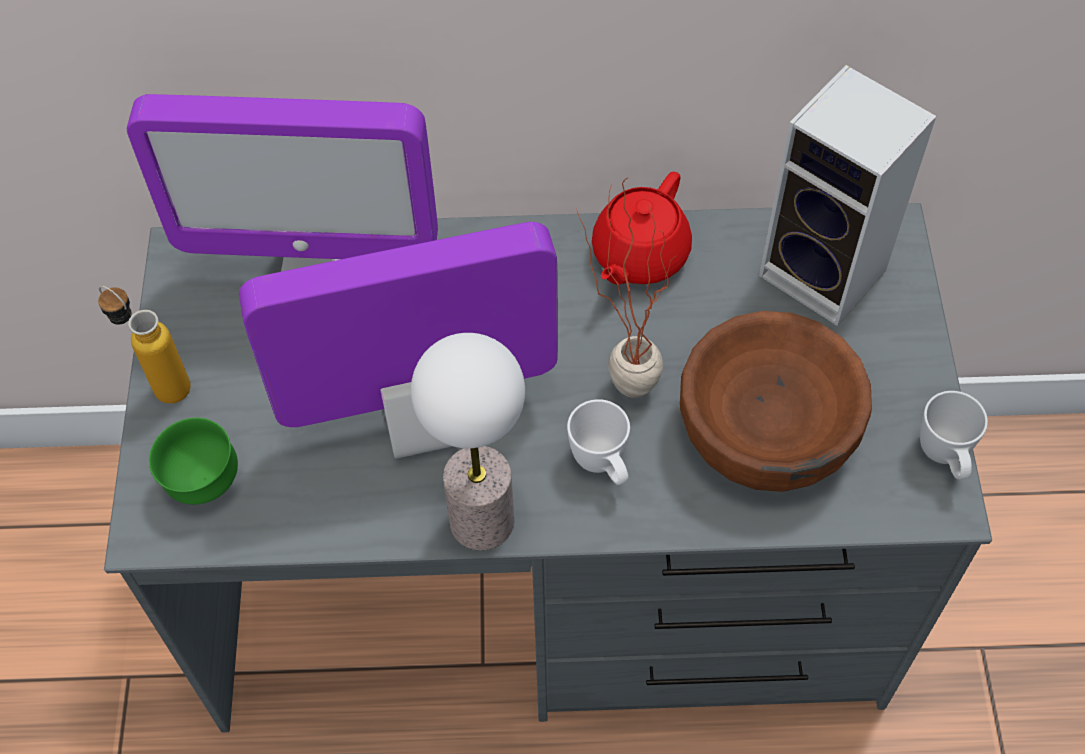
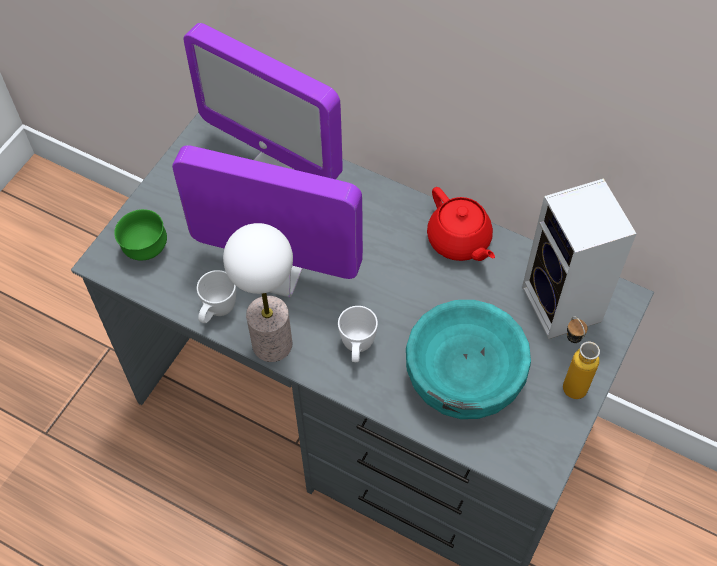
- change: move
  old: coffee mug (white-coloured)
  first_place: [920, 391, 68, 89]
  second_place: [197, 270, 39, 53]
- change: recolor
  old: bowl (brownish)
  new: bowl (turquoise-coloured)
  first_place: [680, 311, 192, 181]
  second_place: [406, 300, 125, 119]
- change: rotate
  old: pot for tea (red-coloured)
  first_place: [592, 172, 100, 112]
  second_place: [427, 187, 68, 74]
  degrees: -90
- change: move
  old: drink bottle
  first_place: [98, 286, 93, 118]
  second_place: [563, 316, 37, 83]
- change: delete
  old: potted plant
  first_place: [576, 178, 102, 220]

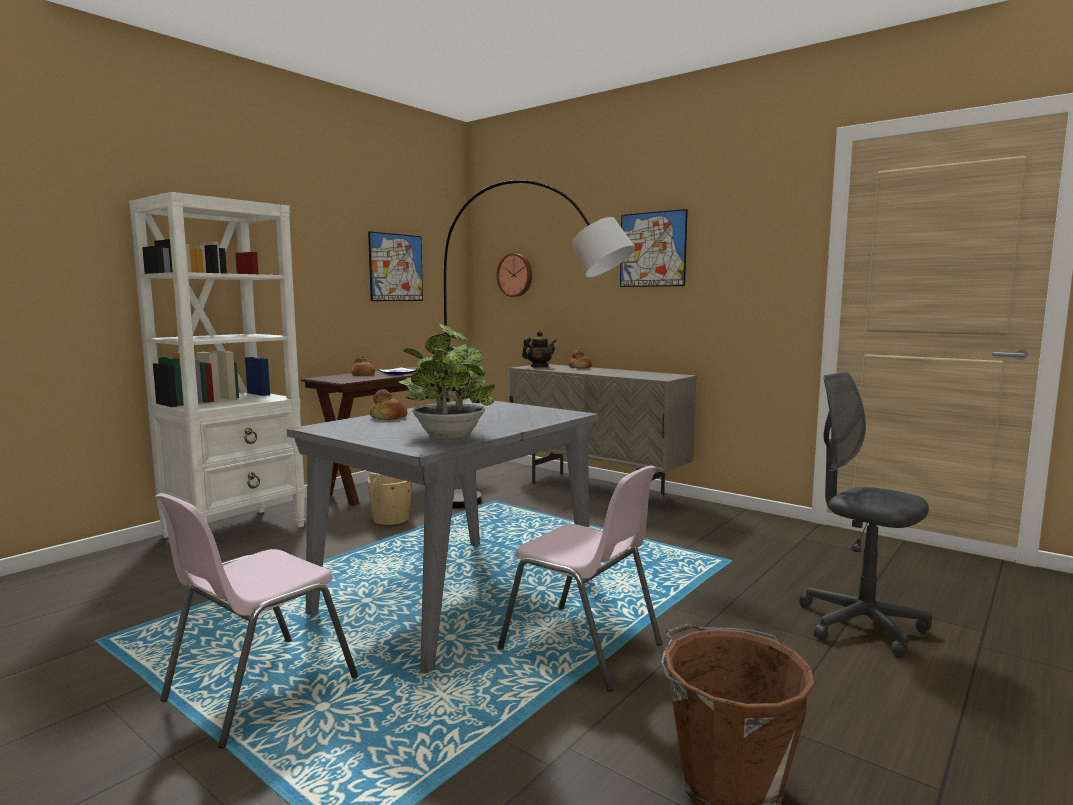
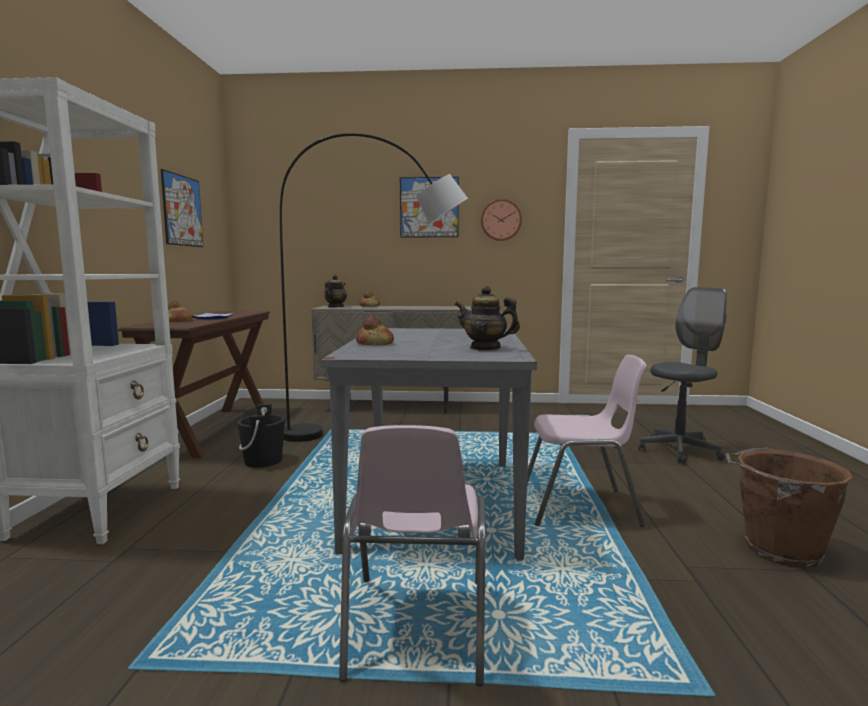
- change: recolor
  old: pail (sand-coloured)
  new: pail (black-coloured)
  first_place: [367, 472, 45, 53]
  second_place: [237, 404, 48, 64]
- change: replace
  old: potted plant
  new: pot for tea
  first_place: [399, 323, 96, 117]
  second_place: [455, 286, 65, 64]
- change: move
  old: wall clock
  first_place: [496, 253, 36, 44]
  second_place: [481, 199, 41, 42]
- change: rotate
  old: desk chair (grey)
  first_place: [799, 372, 133, 286]
  second_place: [639, 287, 88, 177]
  degrees: 135

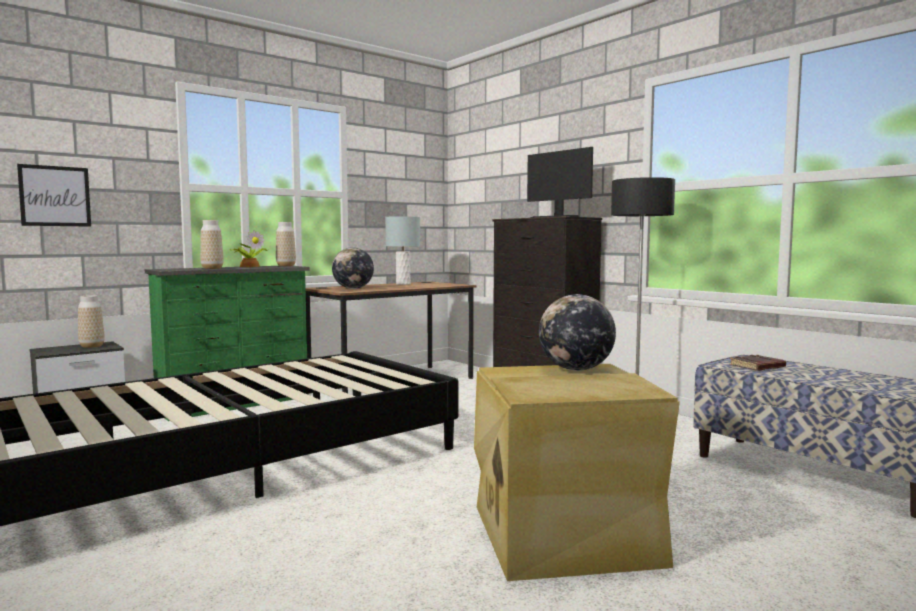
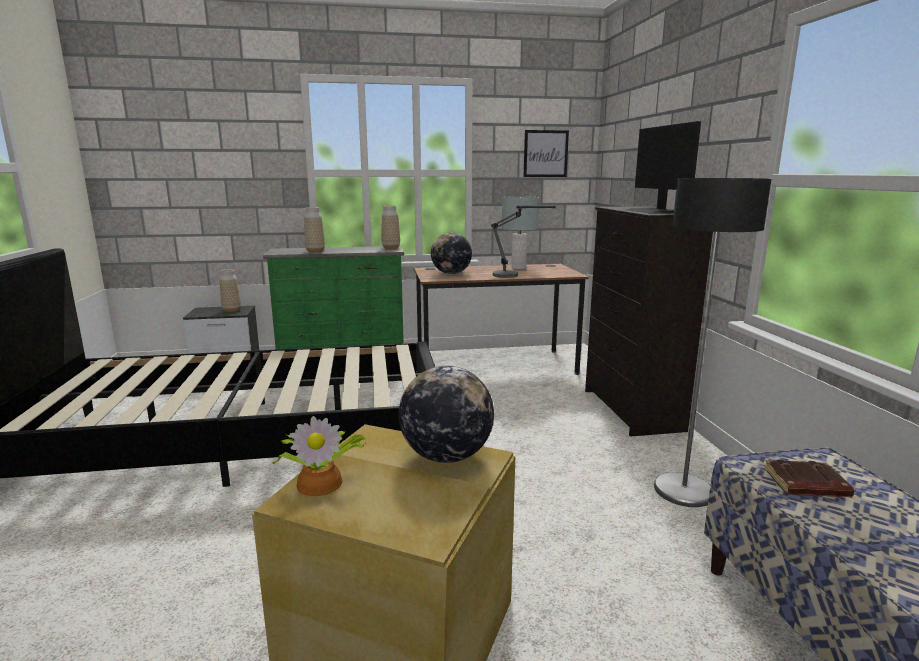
- change: move
  old: potted plant
  first_place: [231, 230, 37, 37]
  second_place: [273, 416, 94, 80]
- change: insert
  new: lamp for a table
  second_place: [491, 205, 65, 73]
- change: move
  old: wall art
  first_place: [17, 164, 74, 63]
  second_place: [523, 130, 46, 47]

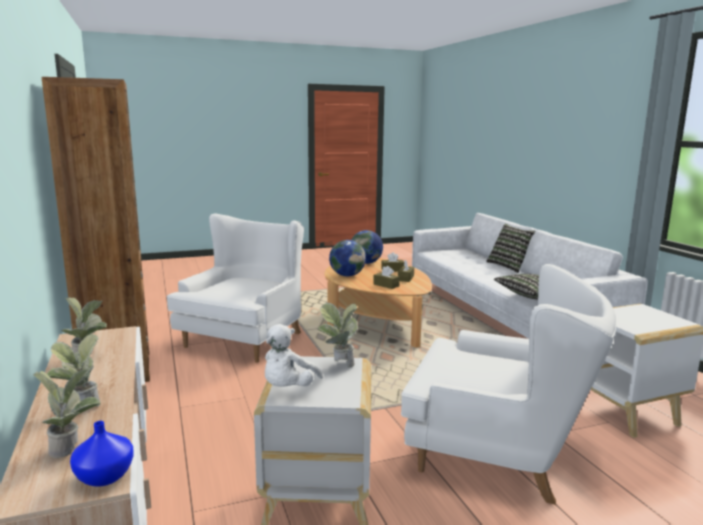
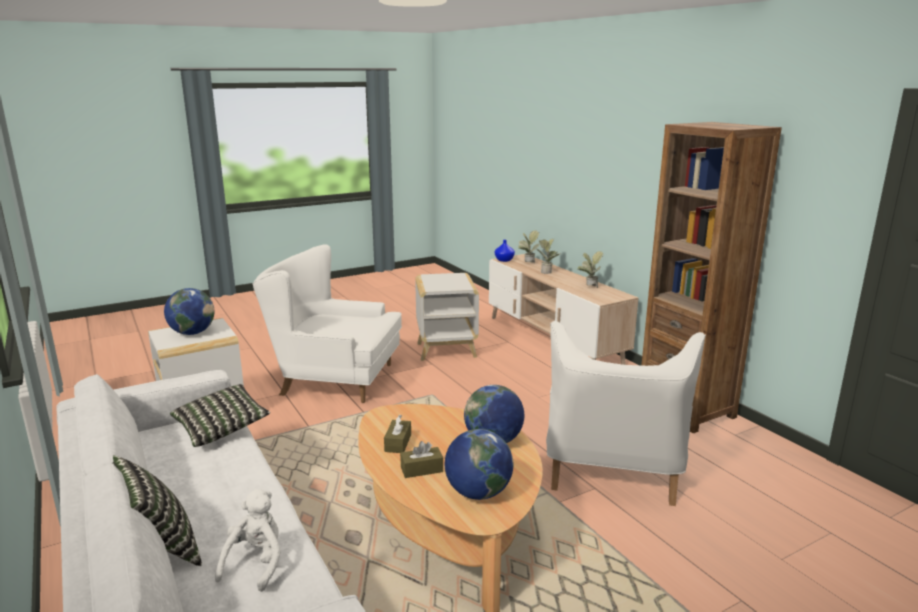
- change: insert
  new: world globe
  second_place: [164, 288, 51, 47]
- change: move
  old: plush toy (white-coloured)
  first_place: [265, 324, 58, 63]
  second_place: [215, 489, 66, 103]
- change: delete
  old: potted plant
  first_place: [318, 303, 40, 65]
- change: delete
  old: tissue box (brownish)
  first_place: [373, 266, 27, 23]

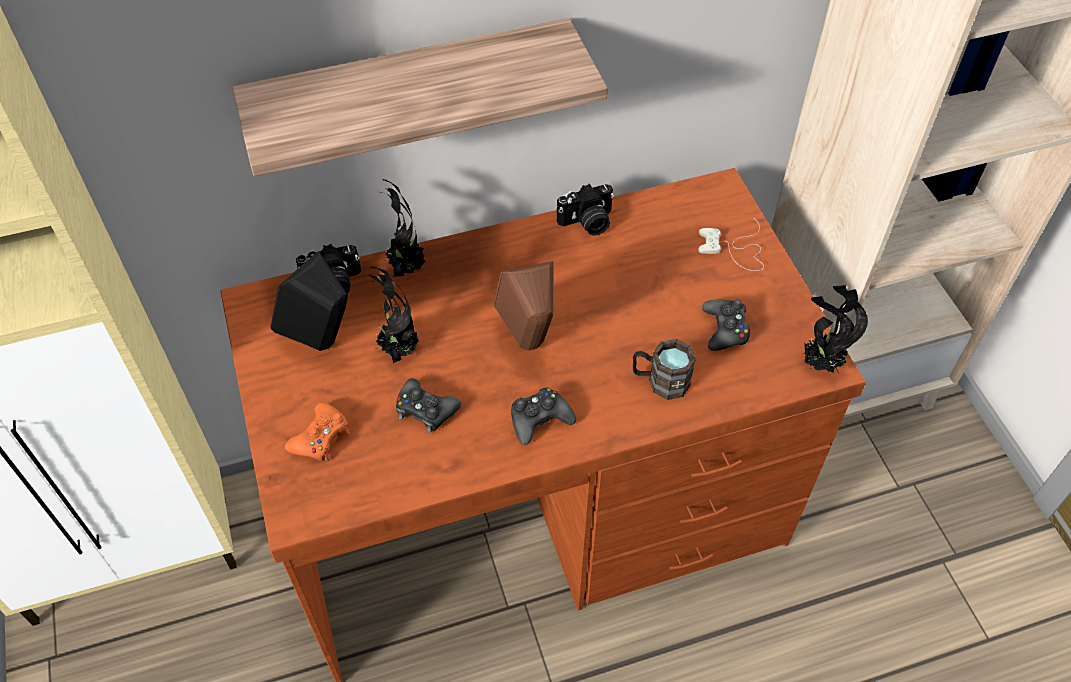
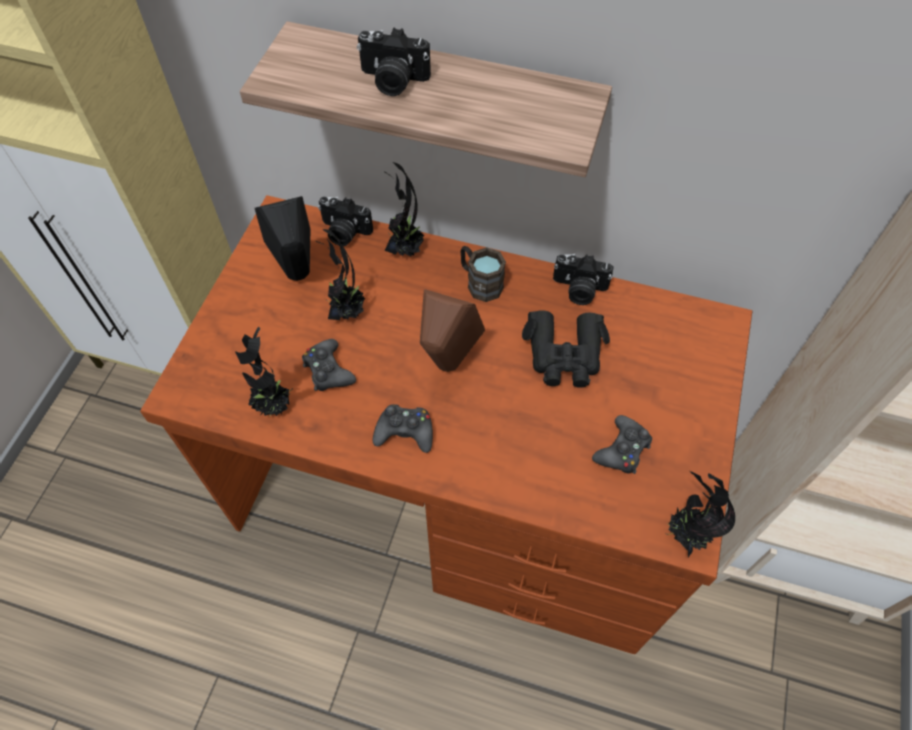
- change: insert
  new: potted plant
  second_place: [235, 327, 58, 89]
- change: insert
  new: photo camera
  second_place: [357, 28, 74, 68]
- change: move
  old: coffee mug (brownish)
  first_place: [633, 339, 63, 61]
  second_place: [460, 246, 46, 56]
- change: insert
  new: field glasses (black-coloured)
  second_place: [522, 310, 88, 78]
- change: delete
  old: game controller (orangey)
  first_place: [285, 402, 65, 59]
- change: delete
  old: game controller (white-coloured)
  first_place: [698, 218, 66, 53]

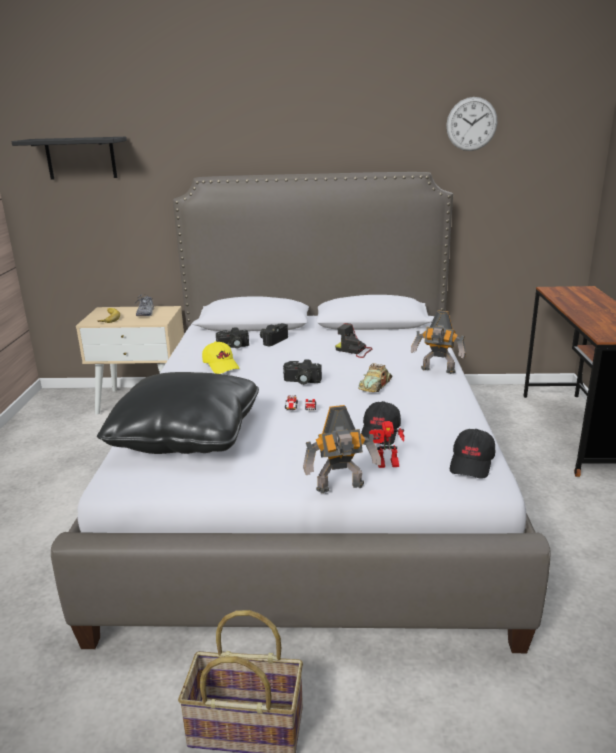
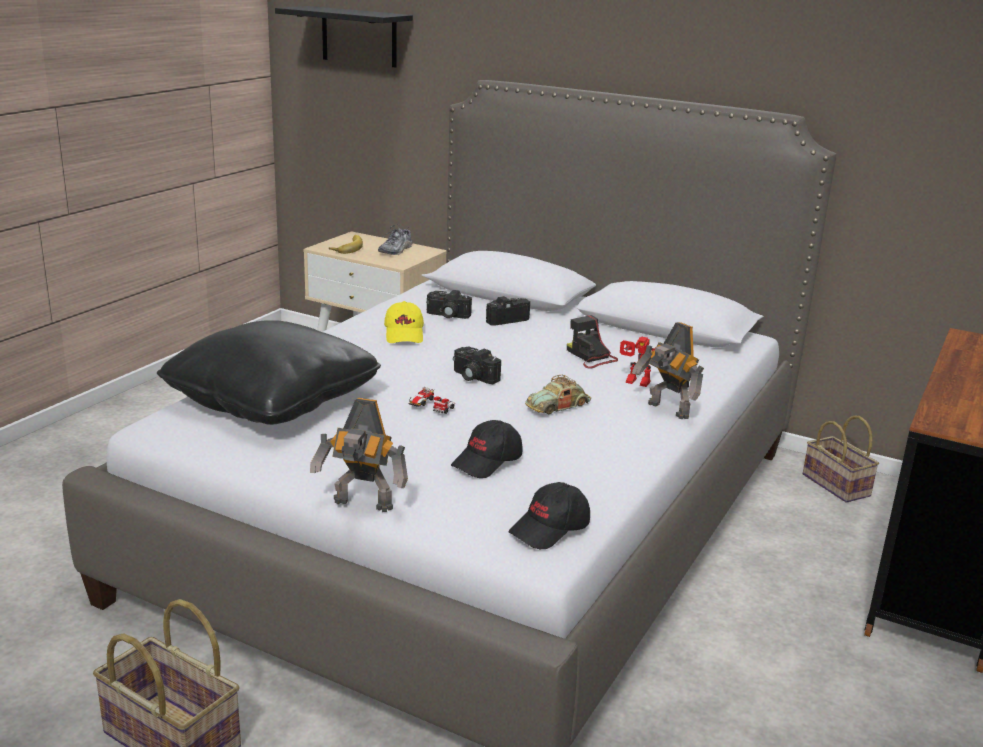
- change: move
  old: robot figure
  first_place: [369, 421, 35, 47]
  second_place: [620, 337, 36, 50]
- change: insert
  new: basket
  second_place: [803, 415, 76, 88]
- change: delete
  old: wall clock
  first_place: [446, 97, 51, 54]

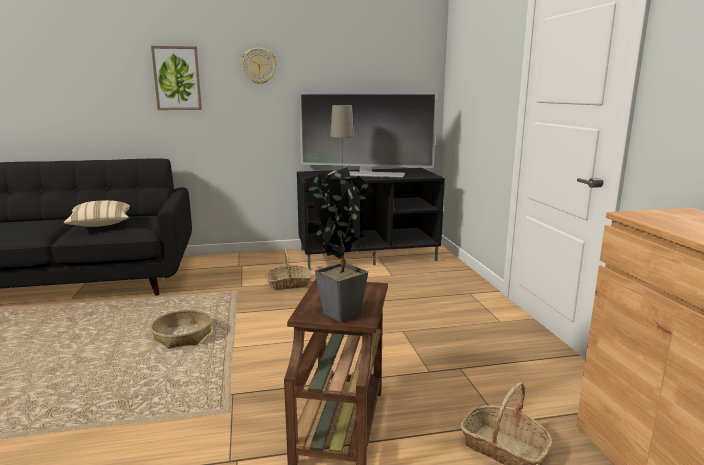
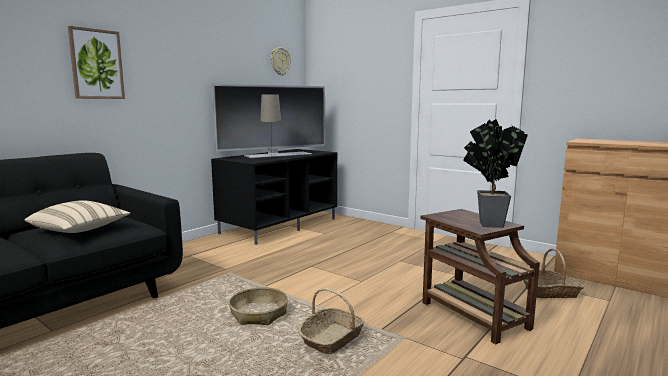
- change: move
  old: wall clock
  first_place: [241, 48, 36, 37]
  second_place: [271, 47, 20, 29]
- change: move
  old: basket
  first_place: [265, 247, 47, 43]
  second_place: [298, 288, 67, 66]

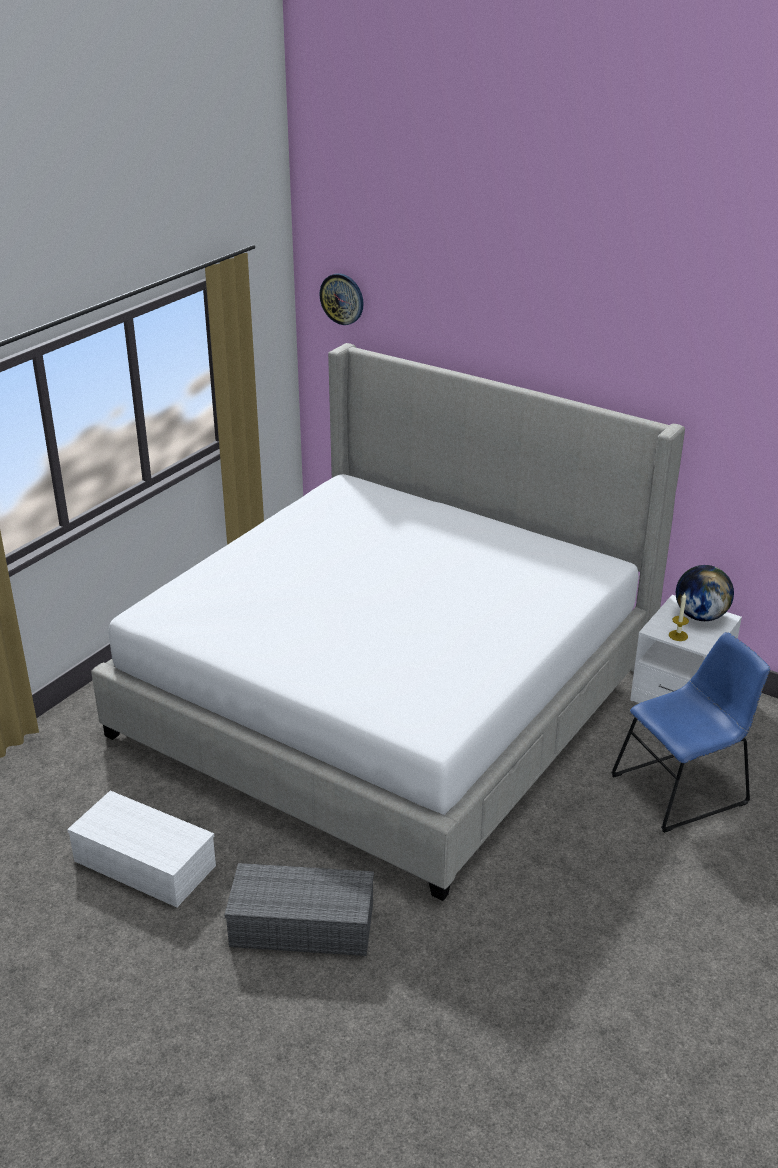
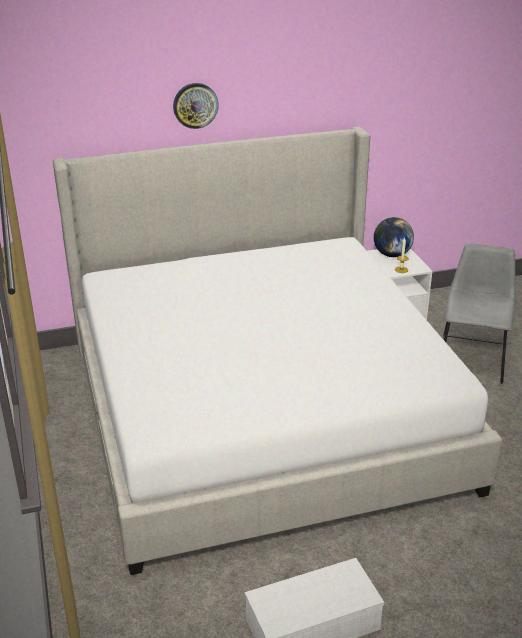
- change: move
  old: wall clock
  first_place: [319, 273, 45, 52]
  second_place: [173, 83, 46, 46]
- change: recolor
  old: chair (blue-coloured)
  new: chair (grey)
  first_place: [611, 632, 159, 201]
  second_place: [443, 243, 73, 141]
- change: delete
  old: storage container (grey)
  first_place: [225, 863, 149, 93]

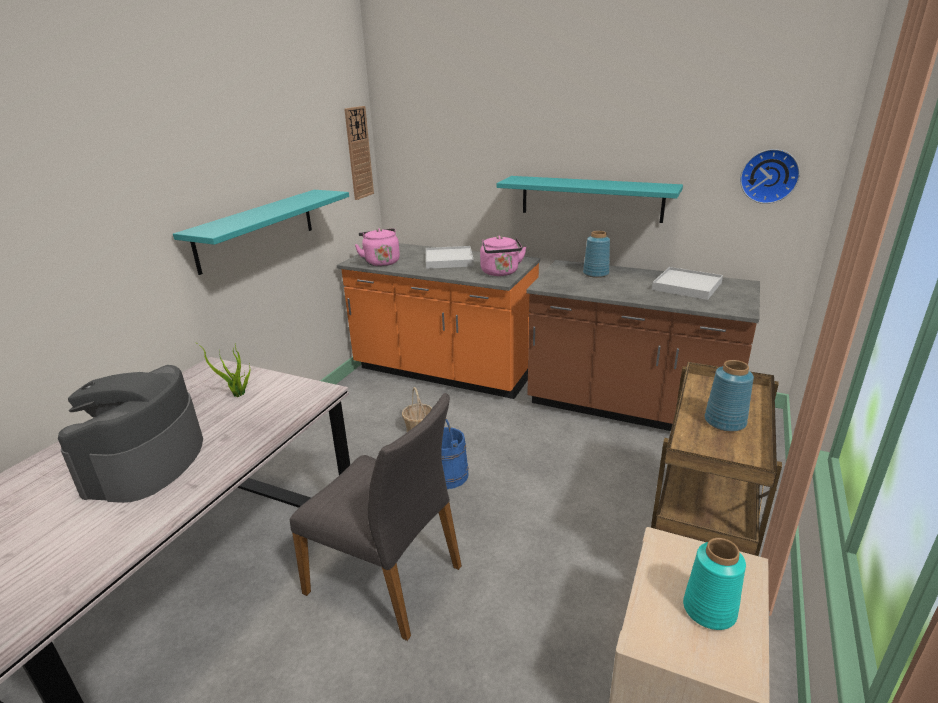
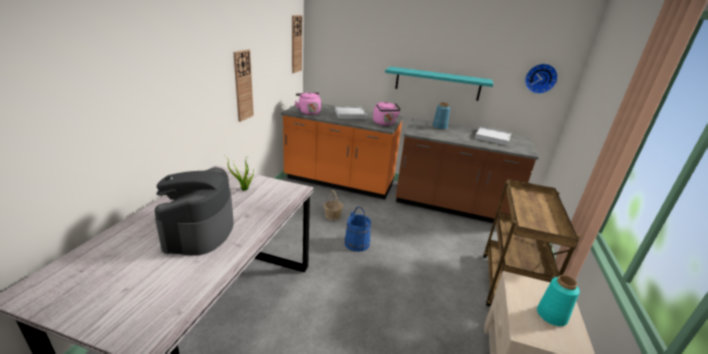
- change: replace
  old: wall shelf (turquoise-coloured)
  new: wall clock
  first_place: [173, 190, 176, 85]
  second_place: [233, 50, 21, 72]
- change: delete
  old: chair (grey)
  first_place: [290, 393, 172, 248]
- change: delete
  old: flower vase (blue-coloured)
  first_place: [704, 360, 50, 72]

